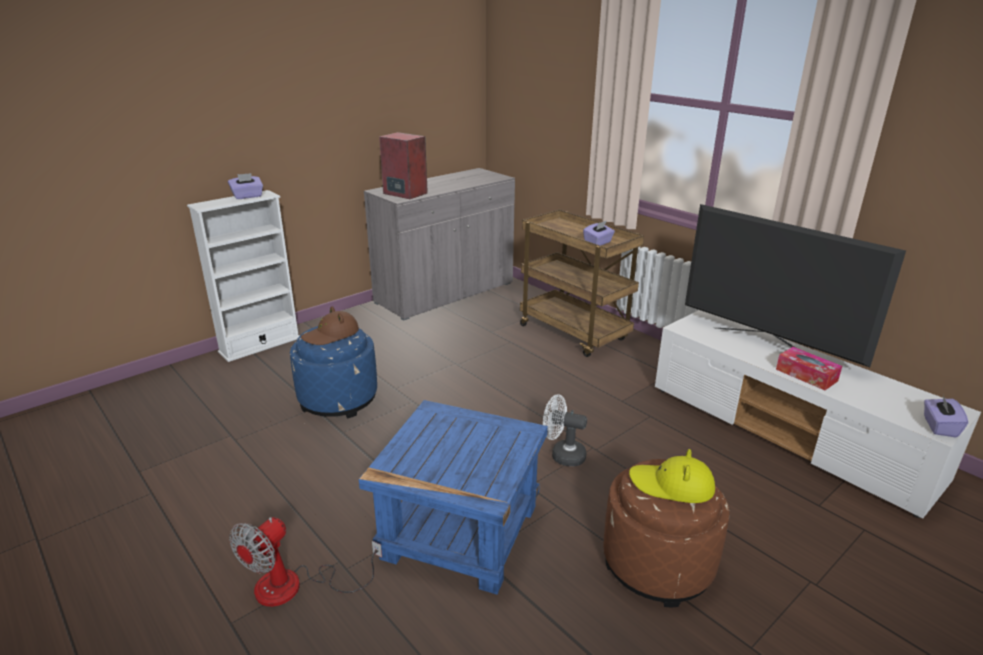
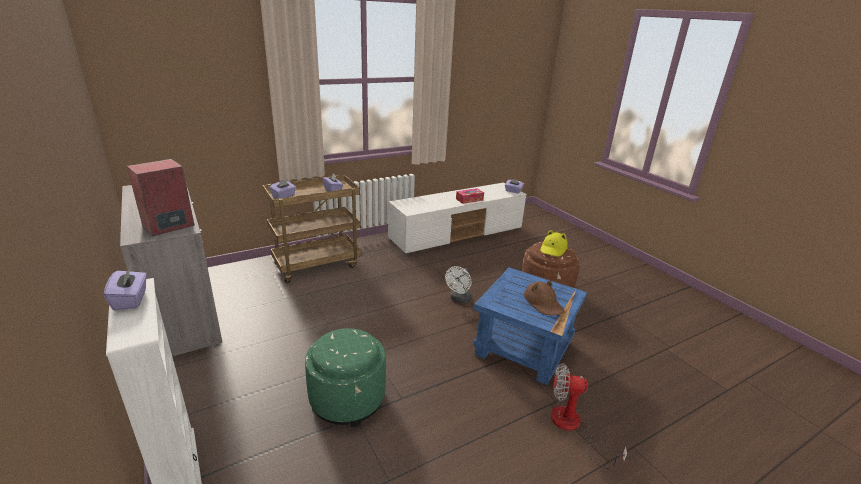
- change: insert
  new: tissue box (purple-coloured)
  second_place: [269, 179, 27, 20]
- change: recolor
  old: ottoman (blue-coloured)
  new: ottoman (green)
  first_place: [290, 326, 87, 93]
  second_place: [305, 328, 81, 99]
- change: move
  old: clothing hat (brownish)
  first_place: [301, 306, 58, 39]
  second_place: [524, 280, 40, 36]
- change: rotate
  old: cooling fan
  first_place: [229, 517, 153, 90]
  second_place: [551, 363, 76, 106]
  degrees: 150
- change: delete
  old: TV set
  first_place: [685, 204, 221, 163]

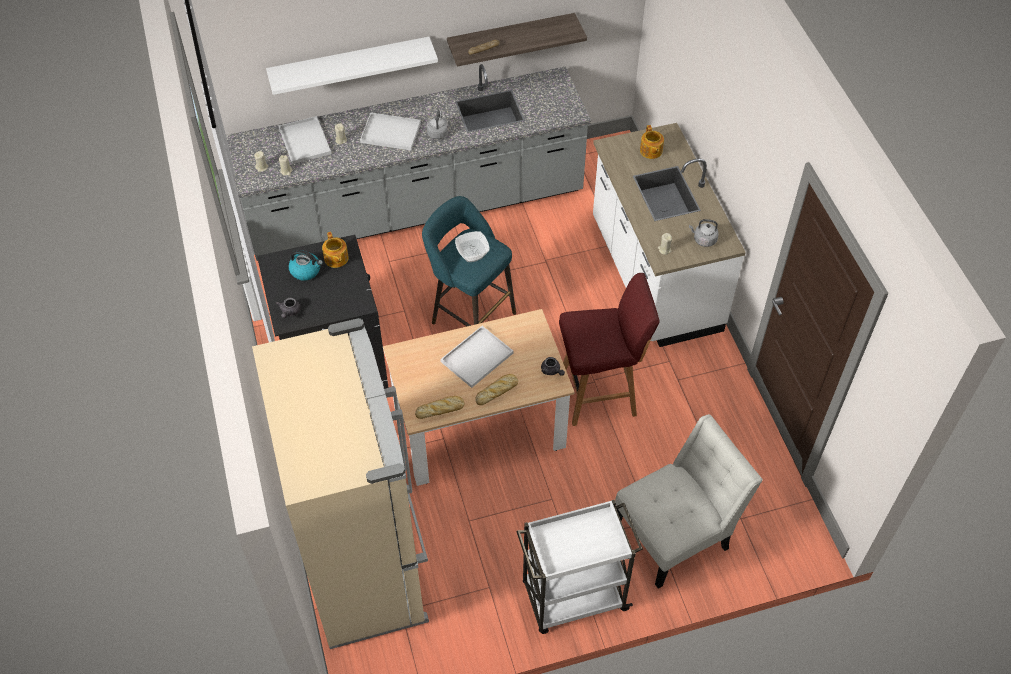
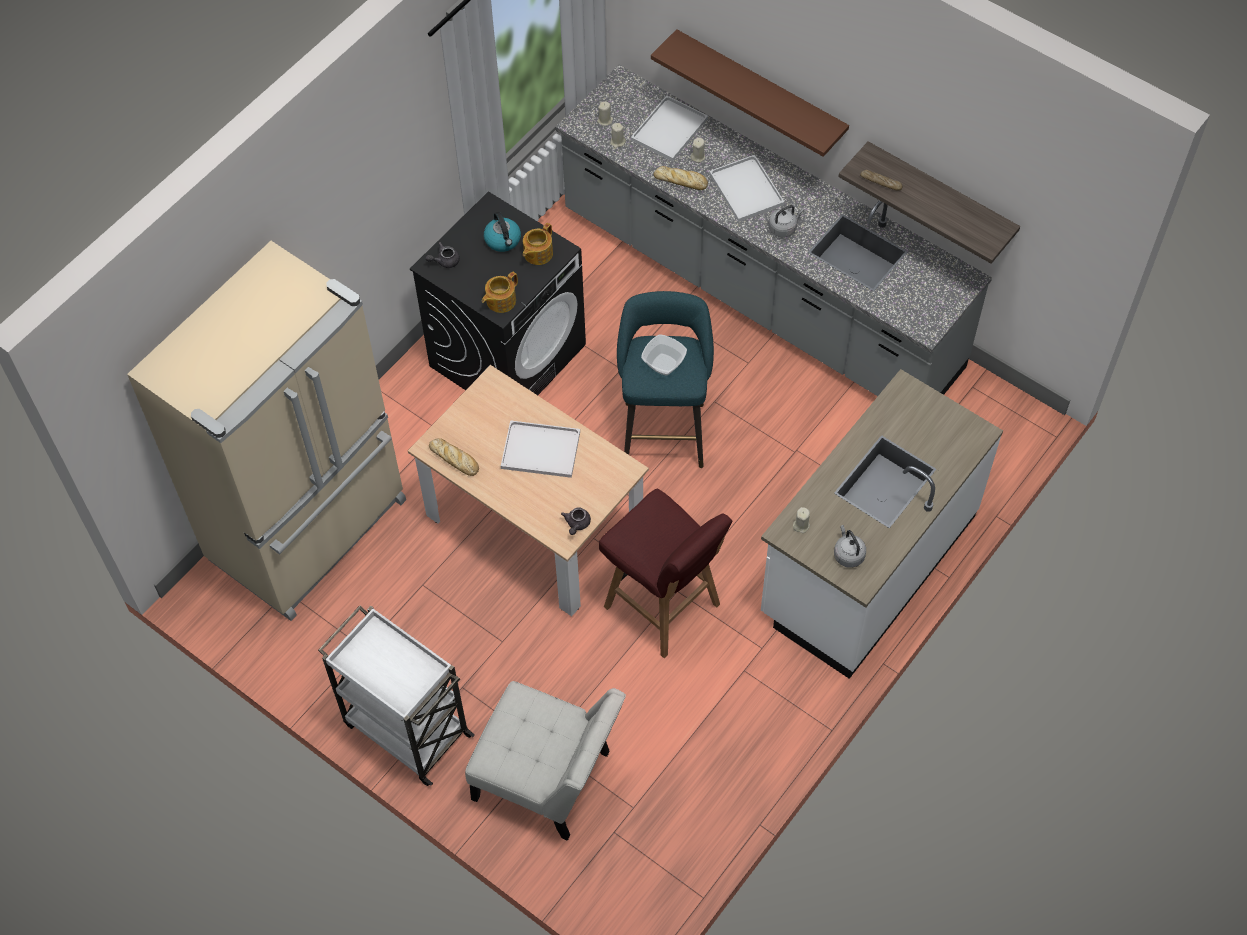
- change: move
  old: pot for tea
  first_place: [640, 125, 24, 34]
  second_place: [482, 272, 36, 41]
- change: recolor
  old: wall shelf (white-coloured)
  new: wall shelf (brownish)
  first_place: [266, 37, 172, 58]
  second_place: [651, 29, 198, 128]
- change: move
  old: bakery bread
  first_place: [475, 374, 43, 31]
  second_place: [654, 166, 54, 24]

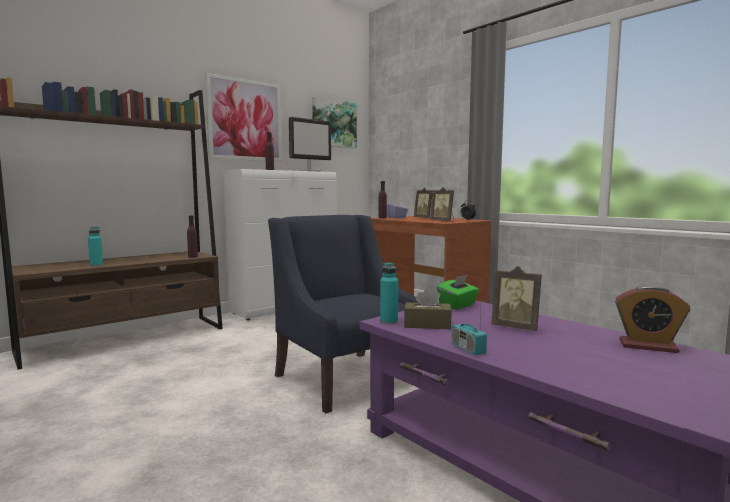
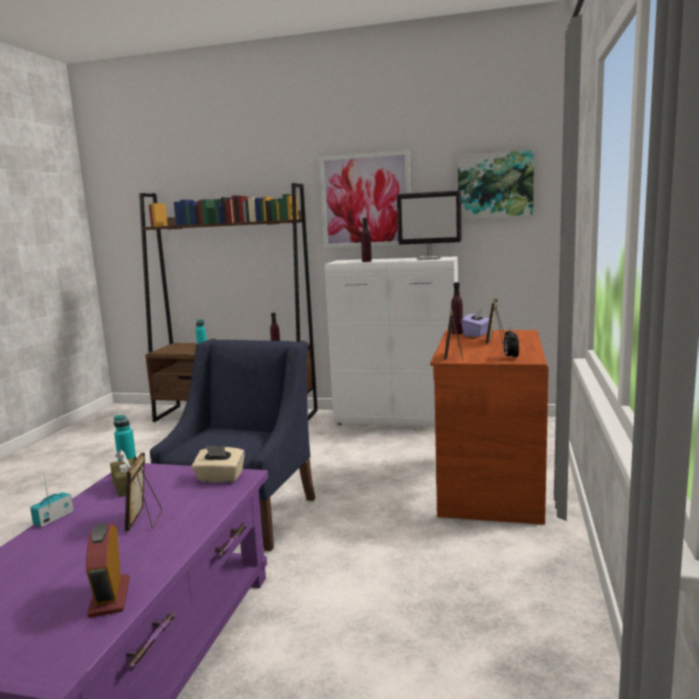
- change: recolor
  old: tissue box (green)
  new: tissue box (sand-coloured)
  first_place: [437, 274, 42, 36]
  second_place: [192, 445, 53, 38]

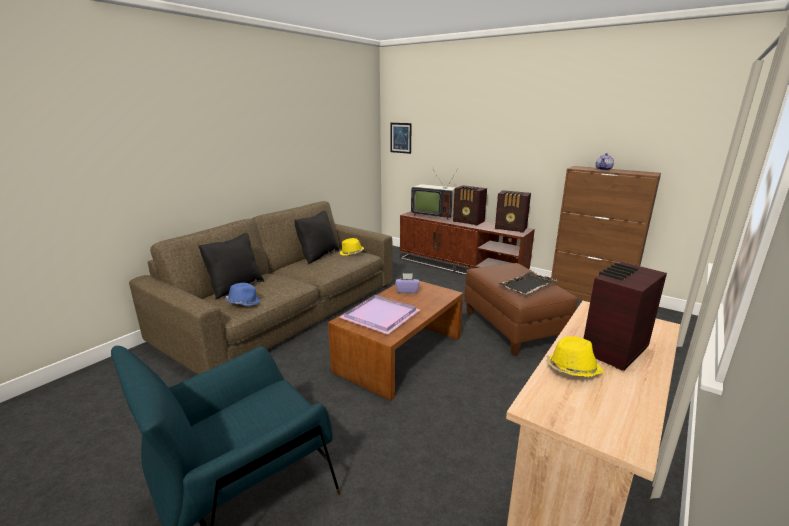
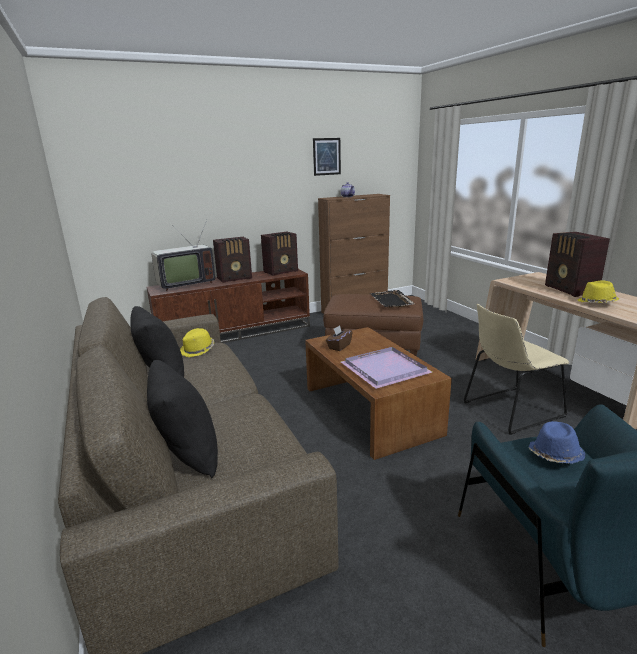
- change: move
  old: wall art
  first_place: [390, 123, 22, 31]
  second_place: [313, 138, 28, 38]
- change: recolor
  old: tissue box (purple-coloured)
  new: tissue box (brownish)
  first_place: [395, 273, 24, 20]
  second_place: [326, 325, 27, 26]
- change: insert
  new: chair (sand-coloured)
  second_place: [463, 304, 106, 131]
- change: move
  old: clothing hat (blue-coloured)
  first_place: [225, 283, 35, 23]
  second_place: [528, 421, 57, 43]

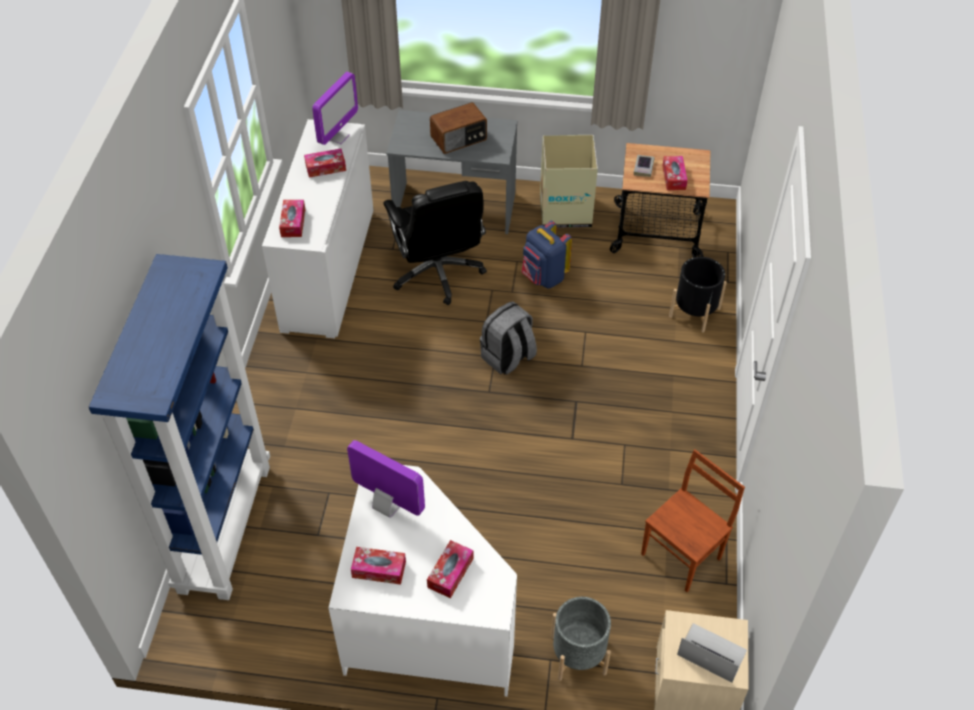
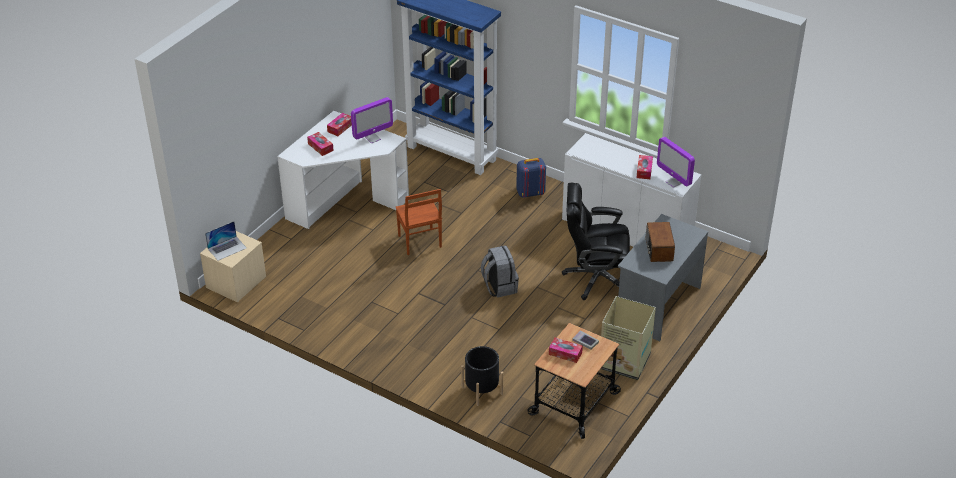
- change: move
  old: chair (brownish)
  first_place: [641, 449, 104, 143]
  second_place: [396, 189, 46, 66]
- change: move
  old: rucksack (blue-coloured)
  first_place: [522, 221, 50, 67]
  second_place: [516, 158, 30, 40]
- change: delete
  old: tissue box
  first_place: [279, 200, 26, 37]
- change: delete
  old: flower pot (grey)
  first_place: [551, 597, 60, 84]

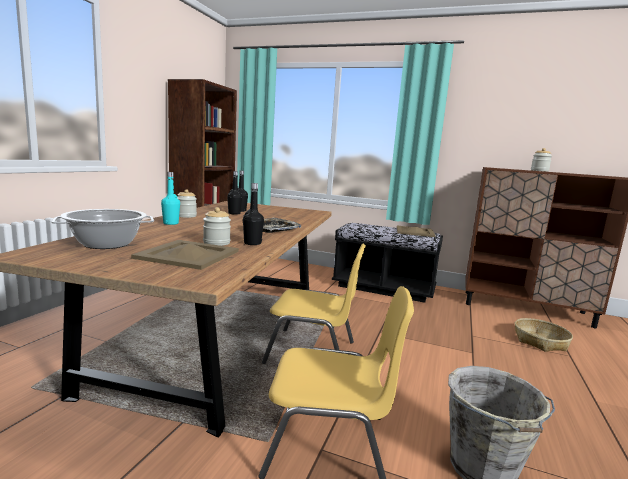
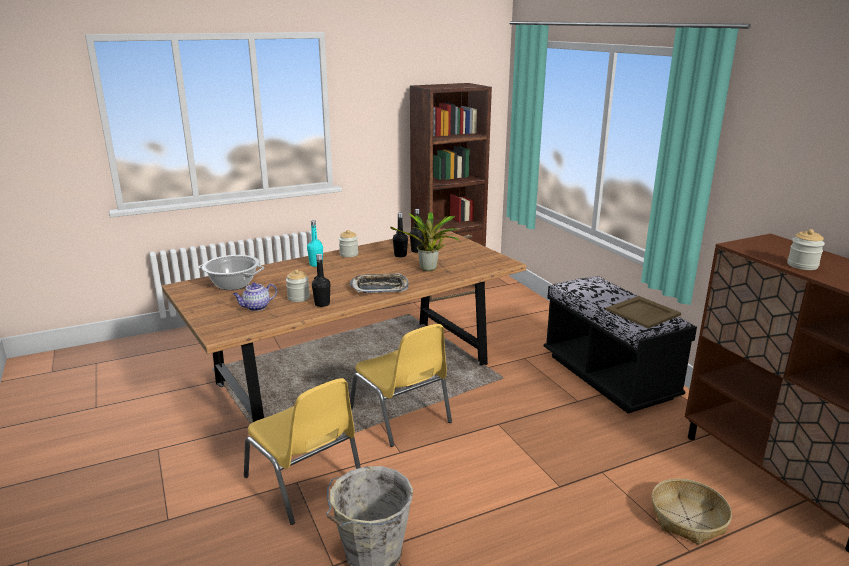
- change: replace
  old: tray (sand-coloured)
  new: pot for tea
  first_place: [131, 240, 108, 30]
  second_place: [232, 282, 45, 29]
- change: insert
  new: potted plant
  second_place: [390, 212, 69, 59]

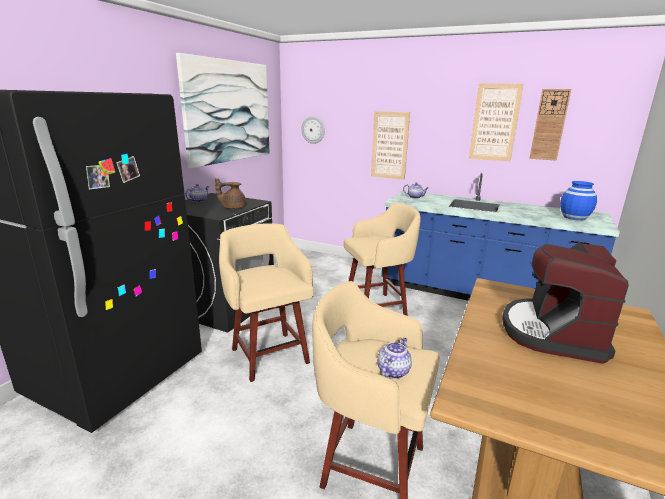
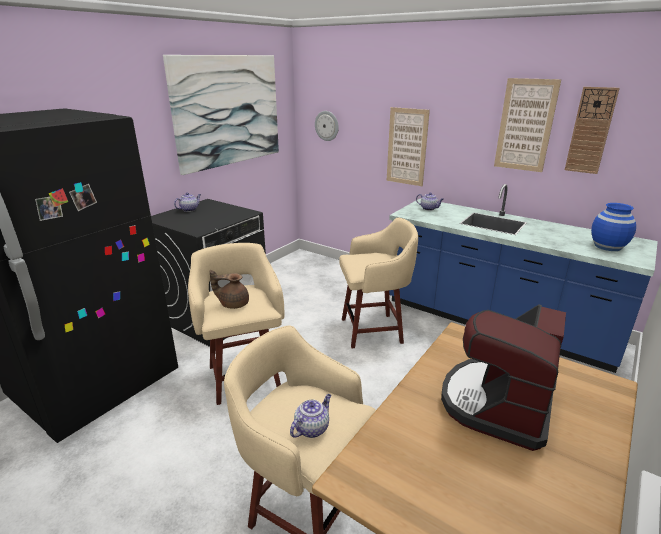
- change: move
  old: pot for tea (brownish)
  first_place: [215, 178, 31, 31]
  second_place: [209, 270, 40, 39]

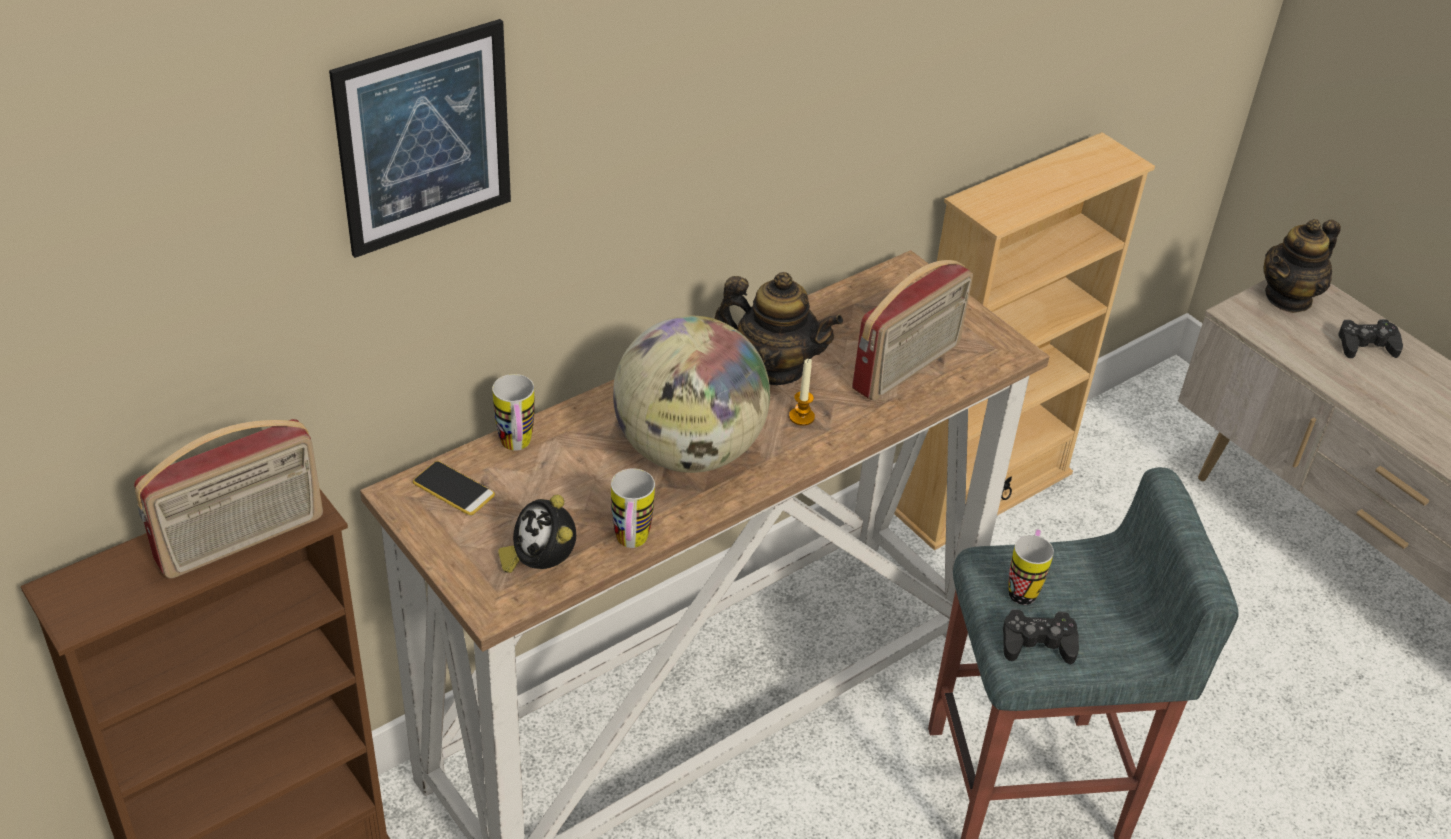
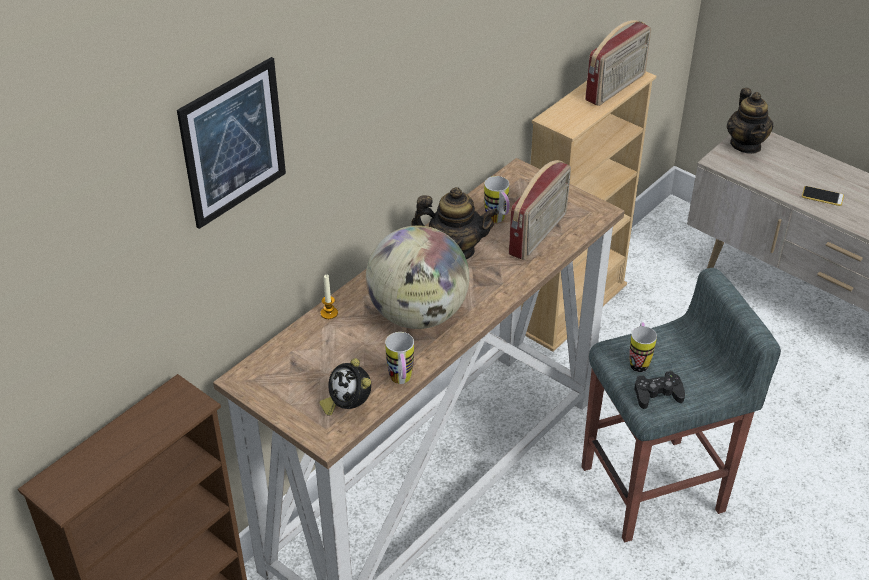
- change: move
  old: candle
  first_place: [789, 359, 26, 67]
  second_place: [320, 275, 18, 44]
- change: move
  old: coffee mug
  first_place: [492, 374, 42, 77]
  second_place: [484, 176, 26, 47]
- change: move
  old: radio
  first_place: [134, 419, 189, 160]
  second_place: [585, 20, 66, 86]
- change: rotate
  old: pot for tea
  first_place: [1264, 219, 77, 94]
  second_place: [727, 88, 46, 66]
  degrees: -45
- change: move
  old: telephone
  first_place: [413, 461, 82, 54]
  second_place: [802, 186, 42, 20]
- change: delete
  old: game controller (black-coloured)
  first_place: [1339, 319, 64, 39]

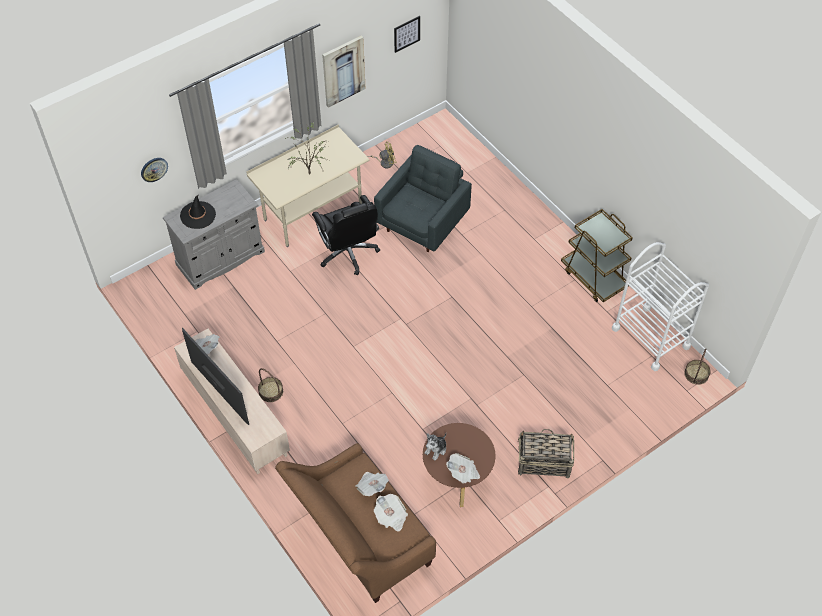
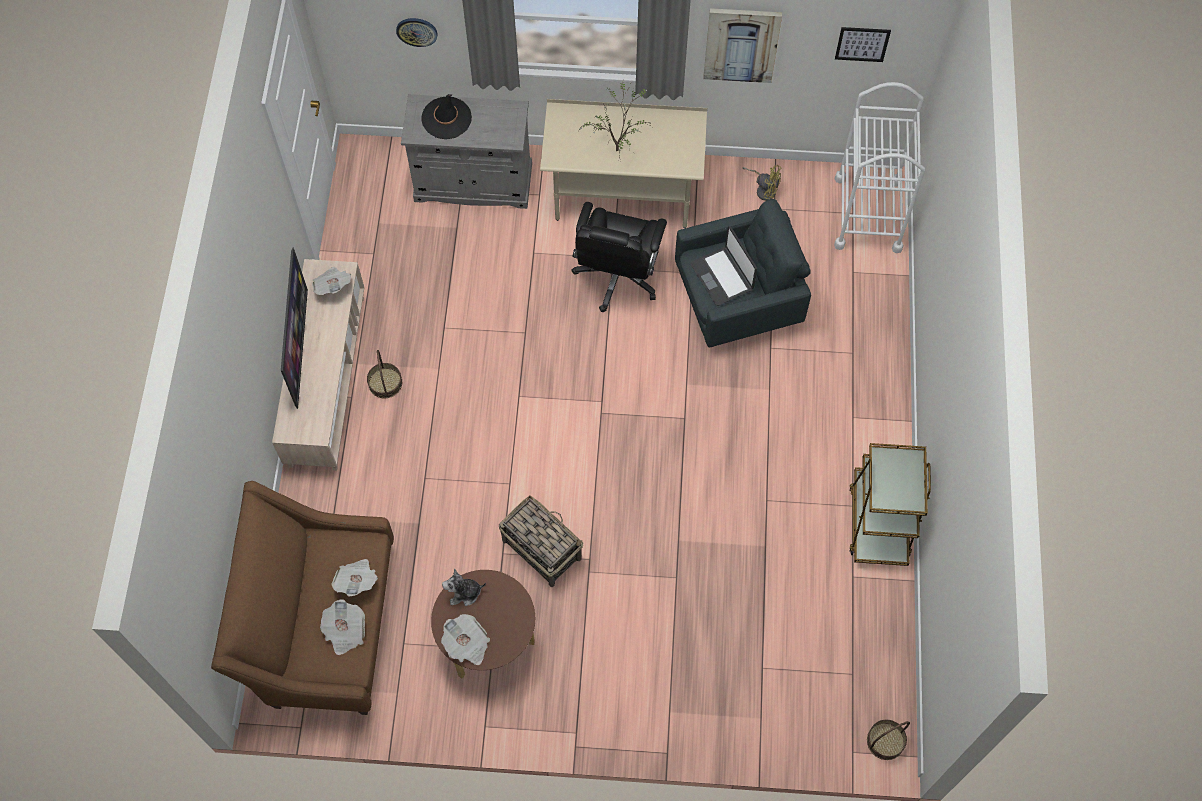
- change: move
  old: basket
  first_place: [518, 429, 56, 49]
  second_place: [499, 495, 84, 92]
- change: insert
  new: laptop
  second_place: [690, 226, 67, 80]
- change: move
  old: trolley (white-coloured)
  first_place: [612, 242, 97, 129]
  second_place: [834, 82, 91, 171]

